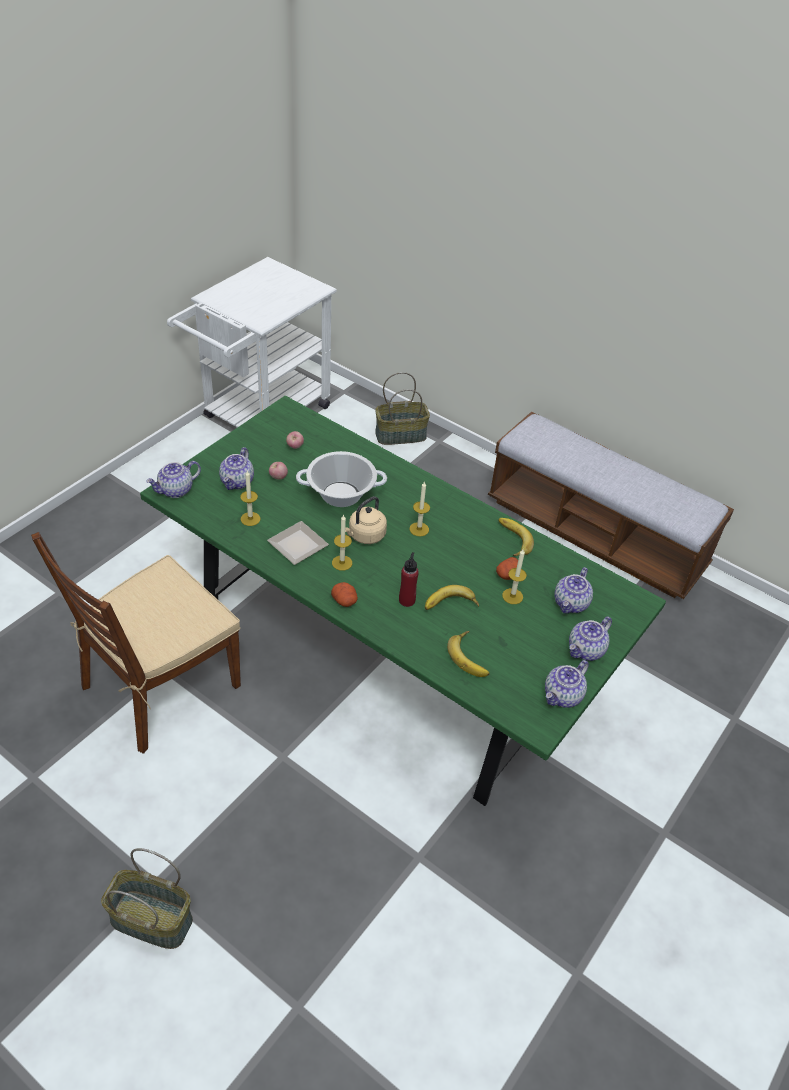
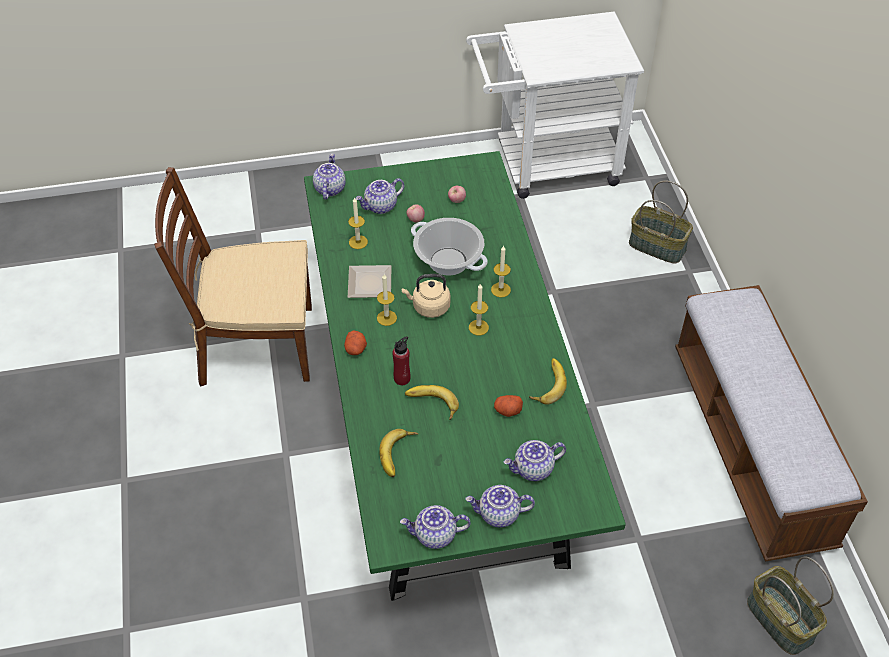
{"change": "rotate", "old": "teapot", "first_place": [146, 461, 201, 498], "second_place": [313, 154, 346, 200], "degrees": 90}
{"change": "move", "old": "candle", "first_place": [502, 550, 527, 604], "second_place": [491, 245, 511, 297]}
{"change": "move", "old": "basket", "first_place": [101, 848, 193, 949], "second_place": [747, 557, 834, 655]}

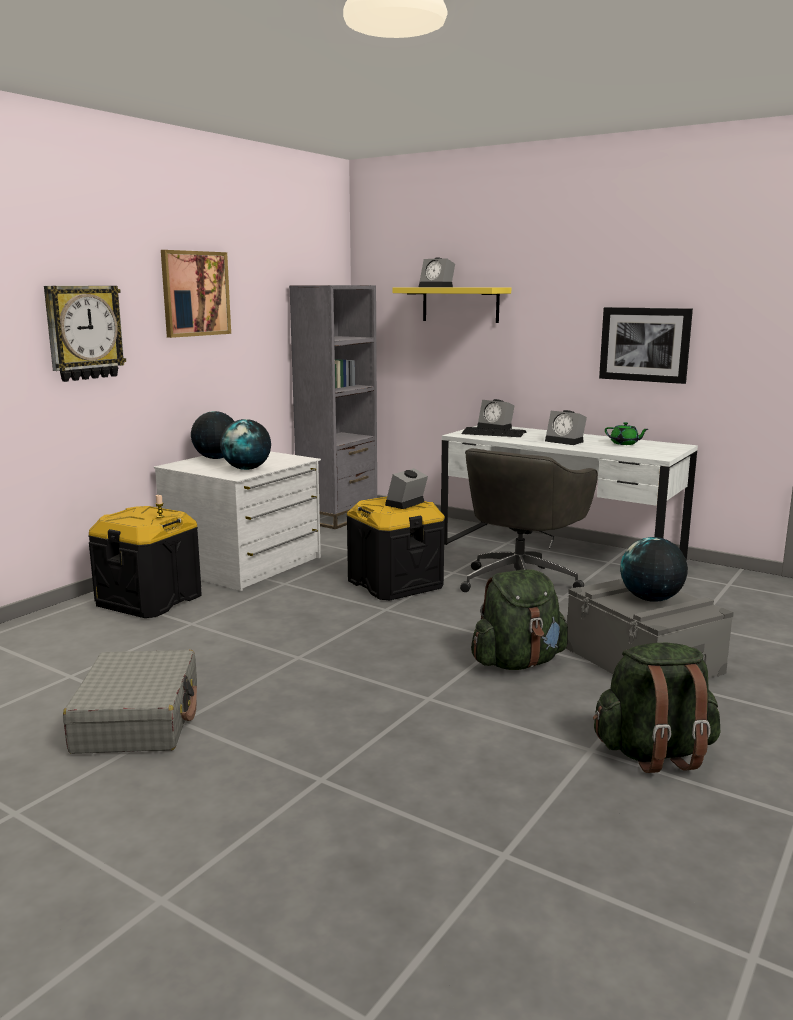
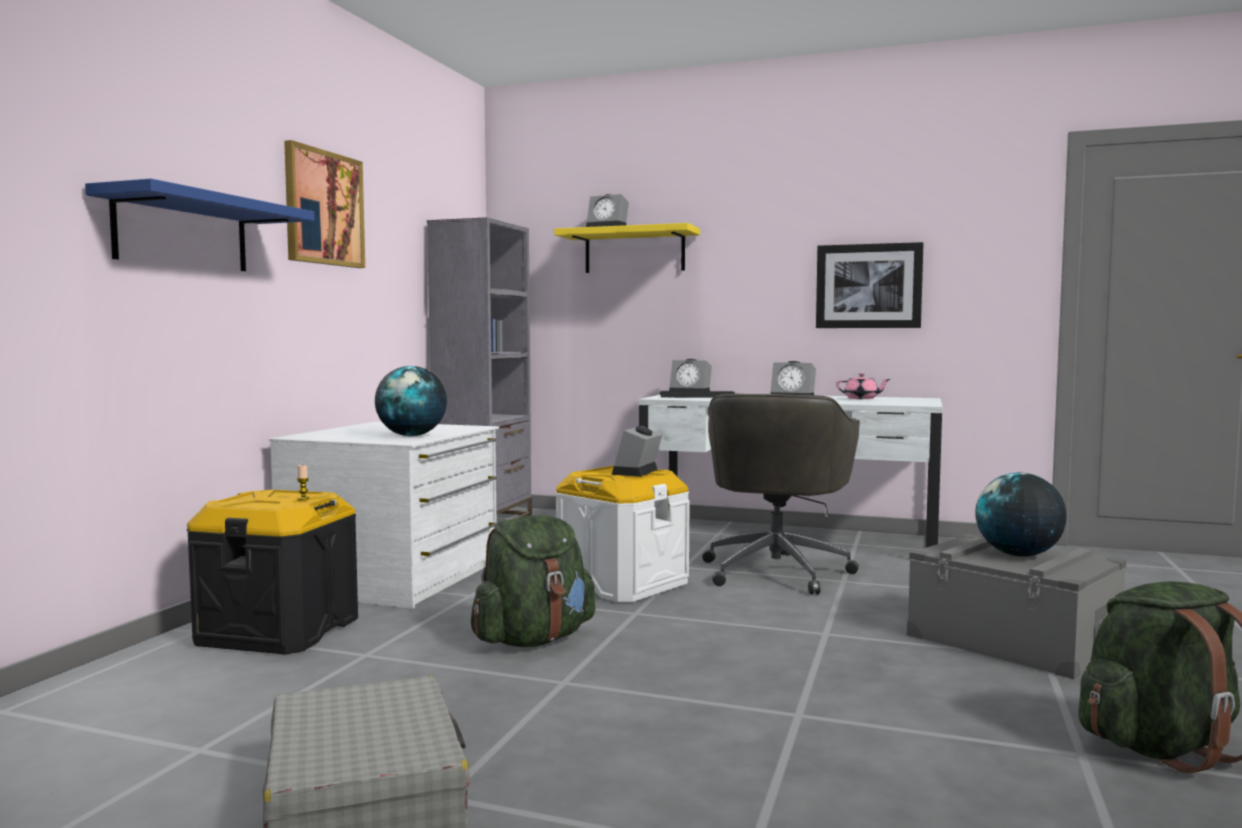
{"change": "replace", "old": "wall_clock", "new": "blue_shelf", "first_place": [44, 286, 126, 382], "second_place": [85, 179, 315, 271]}
{"change": "delete", "old": "globe", "first_place": [191, 411, 235, 459]}
{"change": "recolor", "old": "green_teapot", "new": "pink_teapot", "first_place": [605, 422, 648, 445], "second_place": [836, 373, 890, 399]}
{"change": "recolor", "old": "black_storage_box", "new": "white_storage_box", "first_place": [347, 496, 445, 600], "second_place": [556, 466, 690, 603]}
{"change": "move", "old": "green_backpack", "first_place": [471, 569, 568, 670], "second_place": [471, 515, 595, 647]}

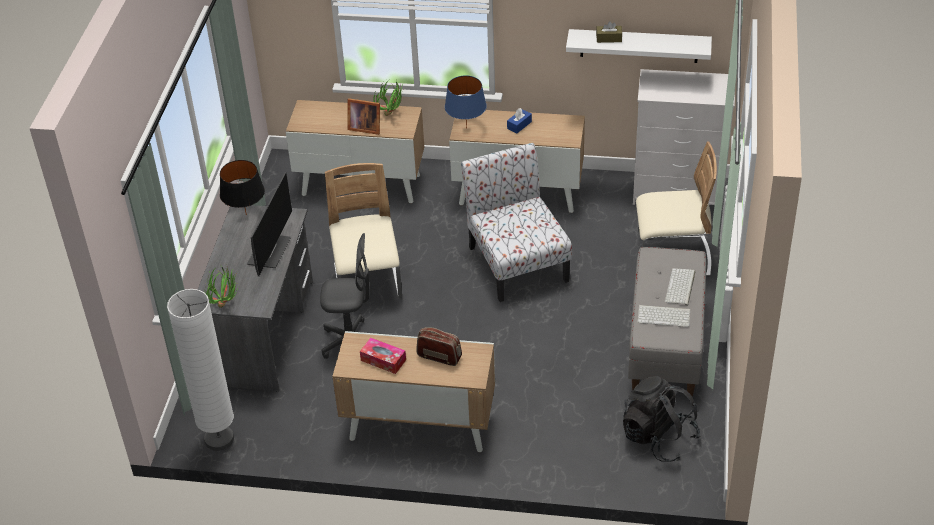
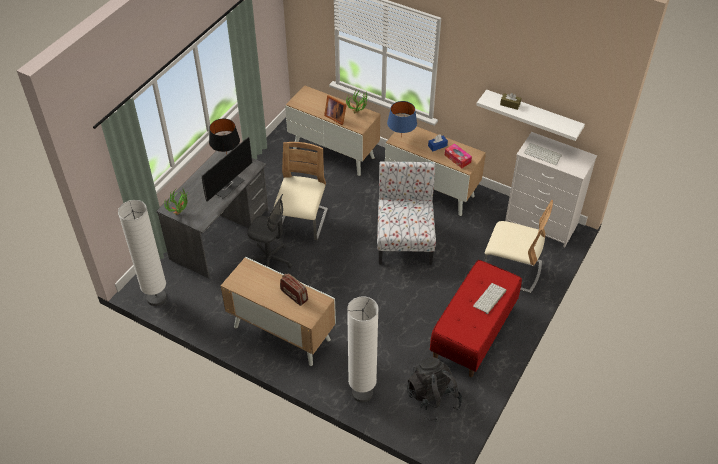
{"change": "recolor", "old": "grey_bench", "new": "red_bench", "first_place": [628, 247, 707, 396], "second_place": [430, 260, 522, 377]}
{"change": "move", "old": "keyboard", "first_place": [637, 305, 690, 327], "second_place": [524, 143, 562, 165]}
{"change": "move", "old": "tissue_box", "first_place": [360, 338, 406, 374], "second_place": [445, 143, 472, 168]}
{"change": "insert", "new": "white_floor_lamp", "second_place": [347, 296, 379, 402]}

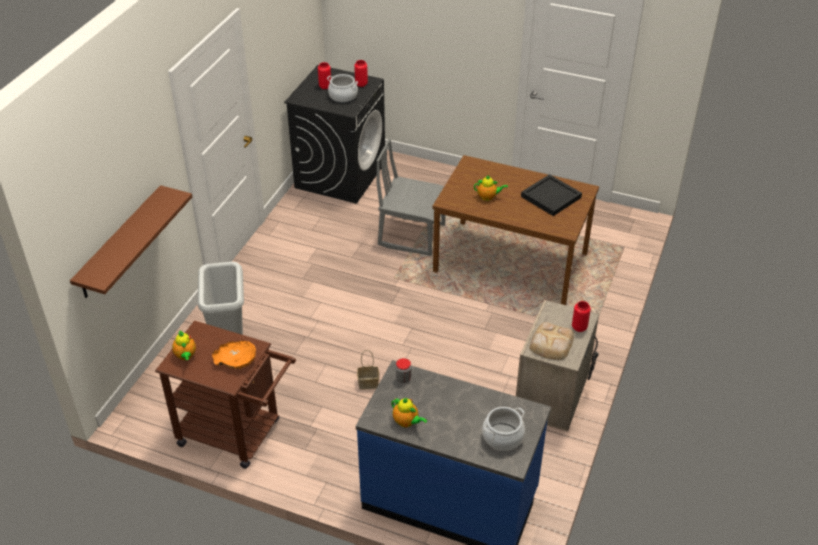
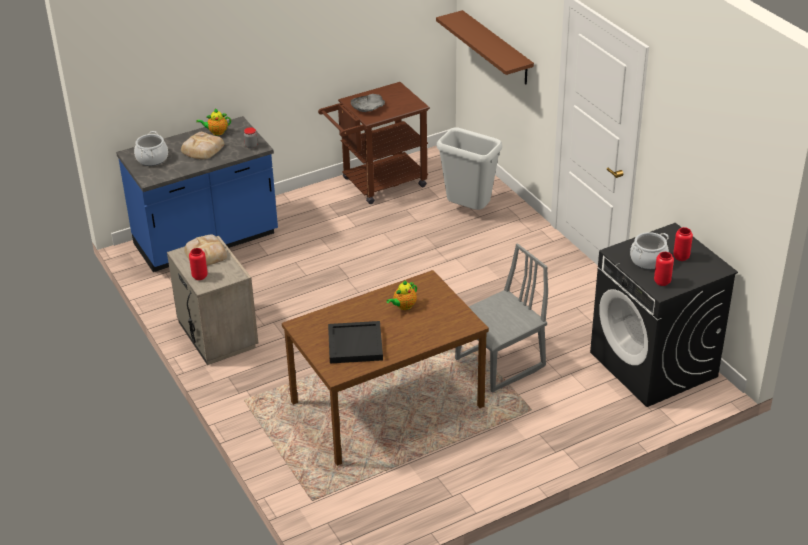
{"change": "delete", "old": "teapot", "first_place": [172, 331, 196, 360]}
{"change": "recolor", "old": "orange_bowl", "new": "grey_bowl", "first_place": [212, 341, 256, 369], "second_place": [351, 94, 385, 112]}
{"change": "delete", "old": "basket", "first_place": [357, 350, 379, 390]}
{"change": "insert", "new": "bread", "second_place": [181, 132, 225, 159]}

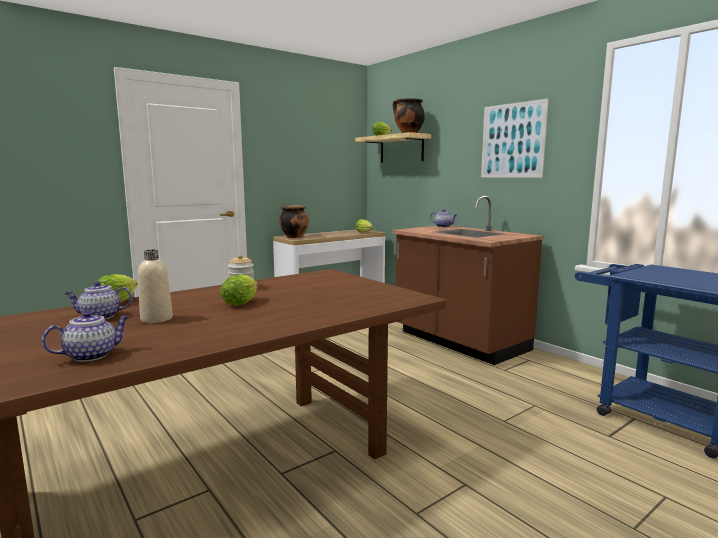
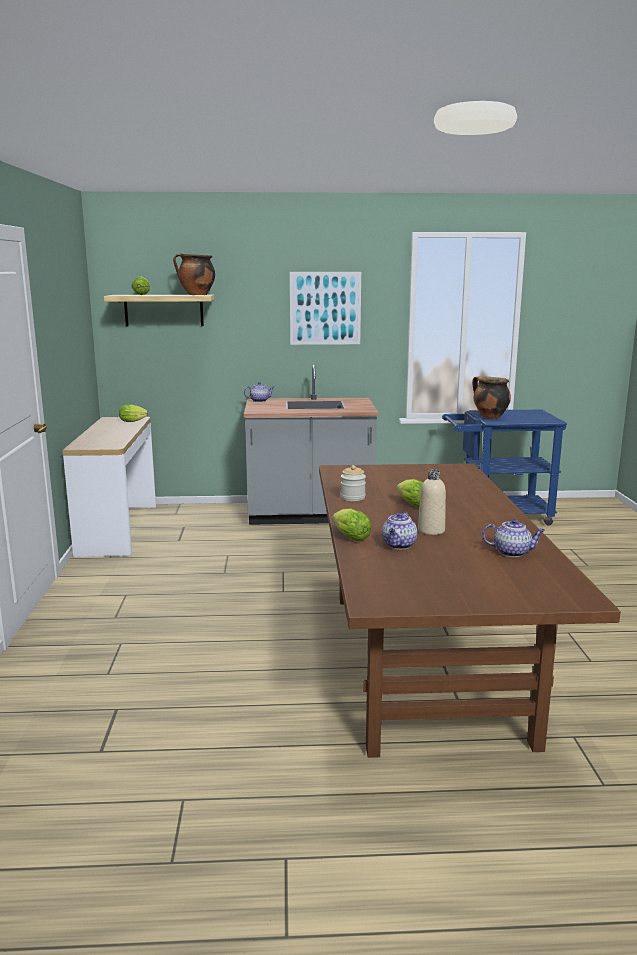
{"change": "recolor", "old": "brown_counter", "new": "grey_counter", "first_place": [392, 195, 544, 365], "second_place": [244, 365, 379, 525]}
{"change": "move", "old": "cooking_pot", "first_place": [279, 205, 309, 238], "second_place": [472, 376, 511, 419]}
{"change": "rotate", "old": "teapot", "first_place": [42, 311, 130, 362], "second_place": [482, 519, 545, 557], "degrees": 105}

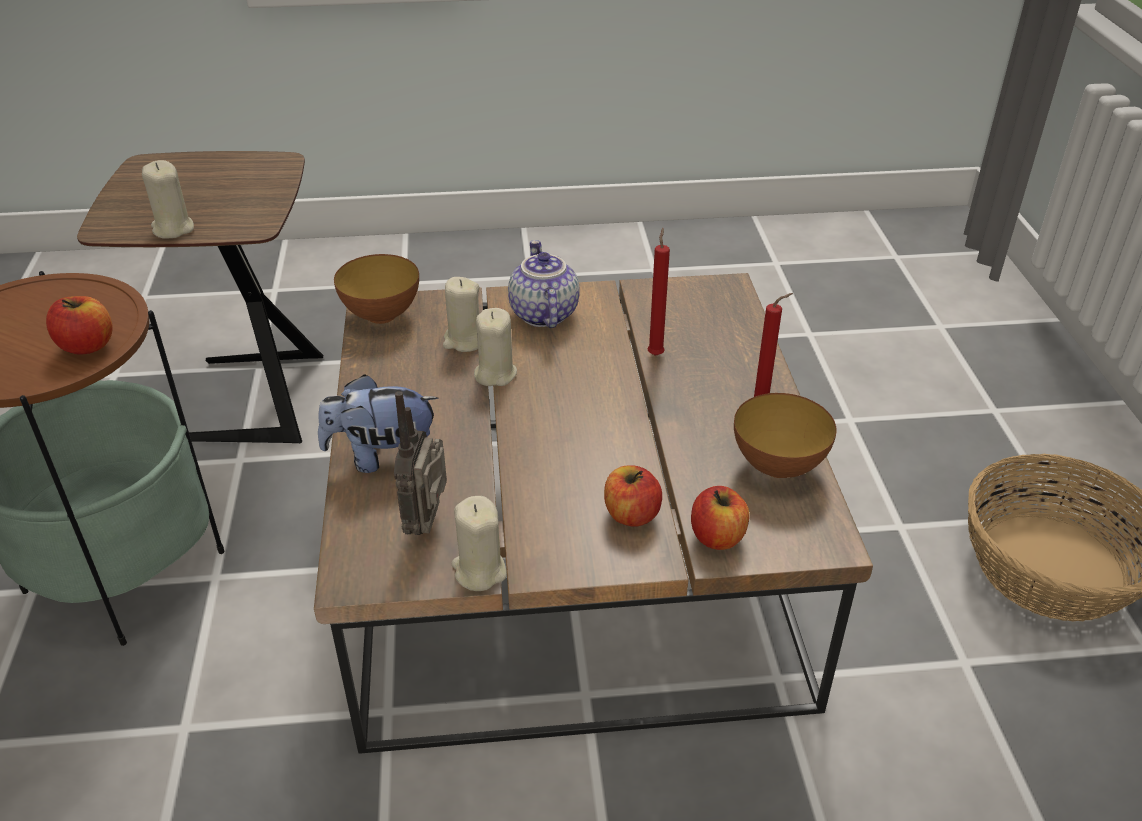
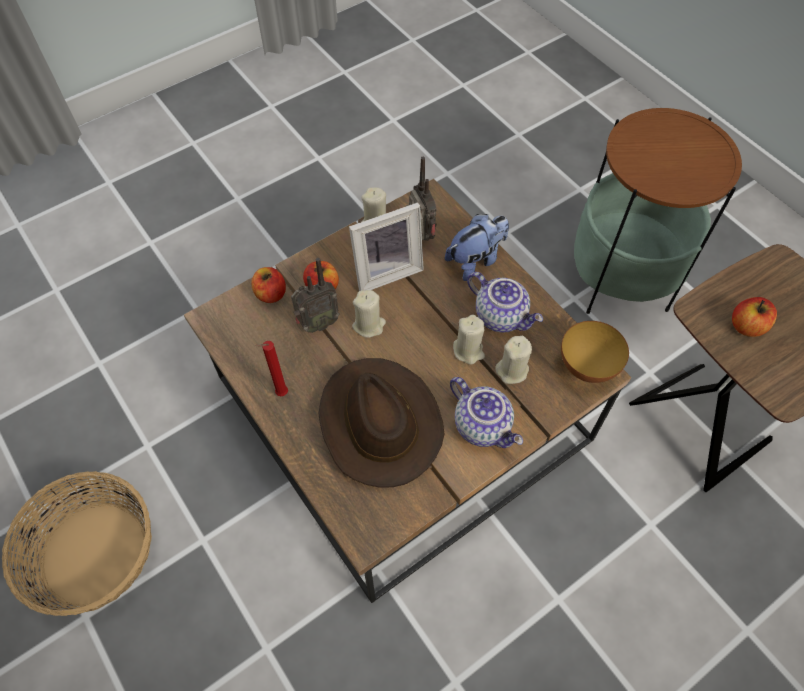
{"change": "move", "old": "beige_candle", "first_place": [142, 160, 194, 238], "second_place": [352, 290, 386, 338]}
{"change": "replace", "old": "red_candle", "new": "brown_hat", "first_place": [648, 228, 670, 356], "second_place": [318, 358, 444, 488]}
{"change": "move", "old": "apple", "first_place": [46, 296, 113, 355], "second_place": [732, 297, 777, 337]}
{"change": "delete", "old": "bowl", "first_place": [734, 393, 836, 478]}
{"change": "insert", "new": "picture_frame", "second_place": [349, 202, 424, 291]}
{"change": "insert", "new": "radio", "second_place": [291, 258, 340, 333]}
{"change": "insert", "new": "teapot", "second_place": [467, 272, 543, 333]}

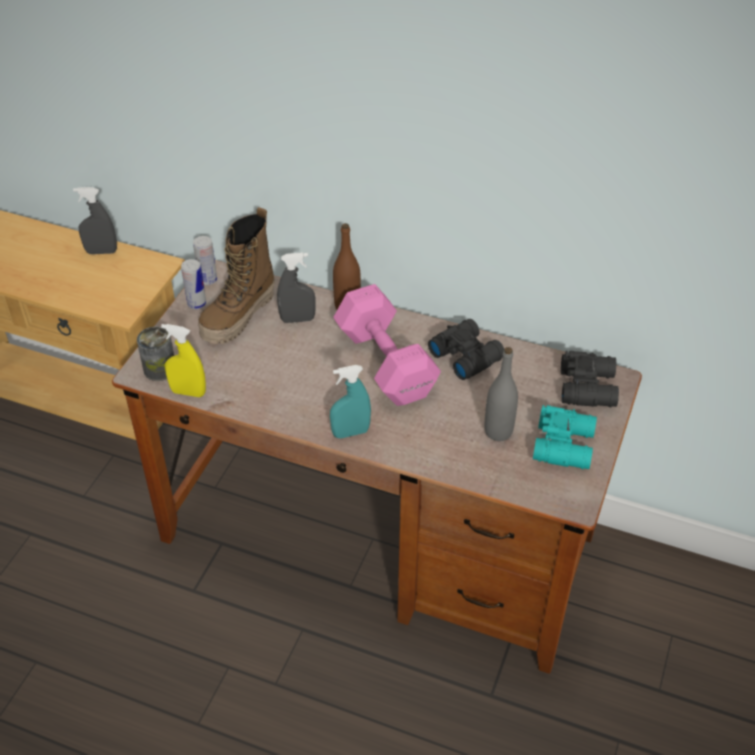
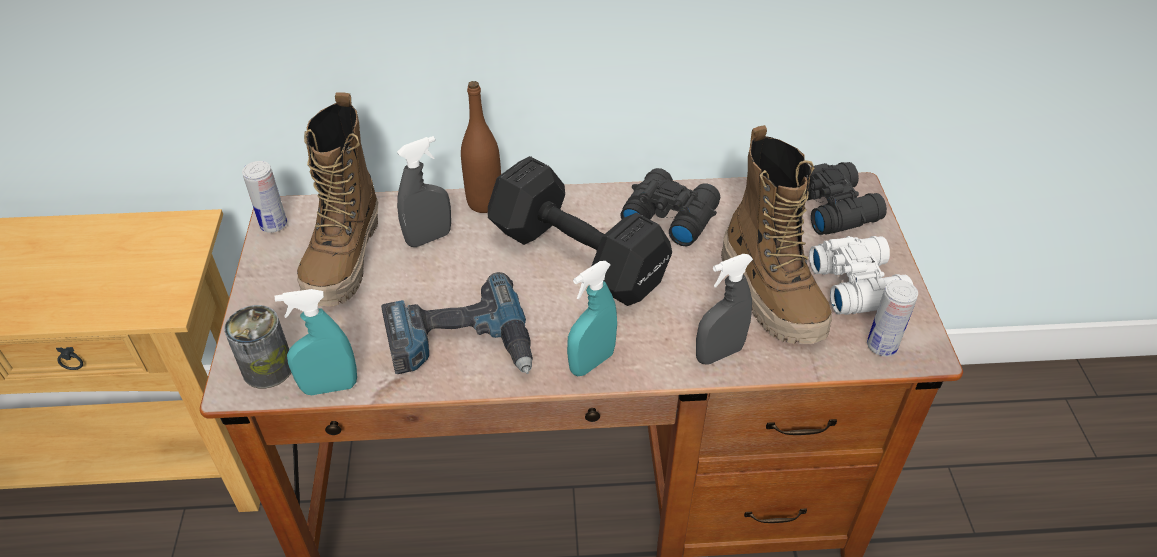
{"change": "move", "old": "grey_spray_bottle", "first_place": [73, 187, 117, 254], "second_place": [696, 254, 753, 364]}
{"change": "move", "old": "can", "first_place": [181, 259, 206, 309], "second_place": [867, 280, 918, 356]}
{"change": "recolor", "old": "pink_dumbbell", "new": "black_dumbbell", "first_place": [333, 284, 441, 406], "second_place": [488, 156, 672, 306]}
{"change": "recolor", "old": "yellow_spray_bottle", "new": "turquoise_spray_bottle", "first_place": [161, 324, 206, 397], "second_place": [275, 289, 357, 395]}
{"change": "replace", "old": "grey_bottle", "new": "boot", "first_place": [485, 347, 518, 441], "second_place": [721, 125, 832, 344]}
{"change": "recolor", "old": "turquoise_binoculars", "new": "white_binoculars", "first_place": [533, 405, 597, 469], "second_place": [809, 236, 913, 315]}
{"change": "insert", "new": "power_drill", "second_place": [381, 272, 533, 374]}

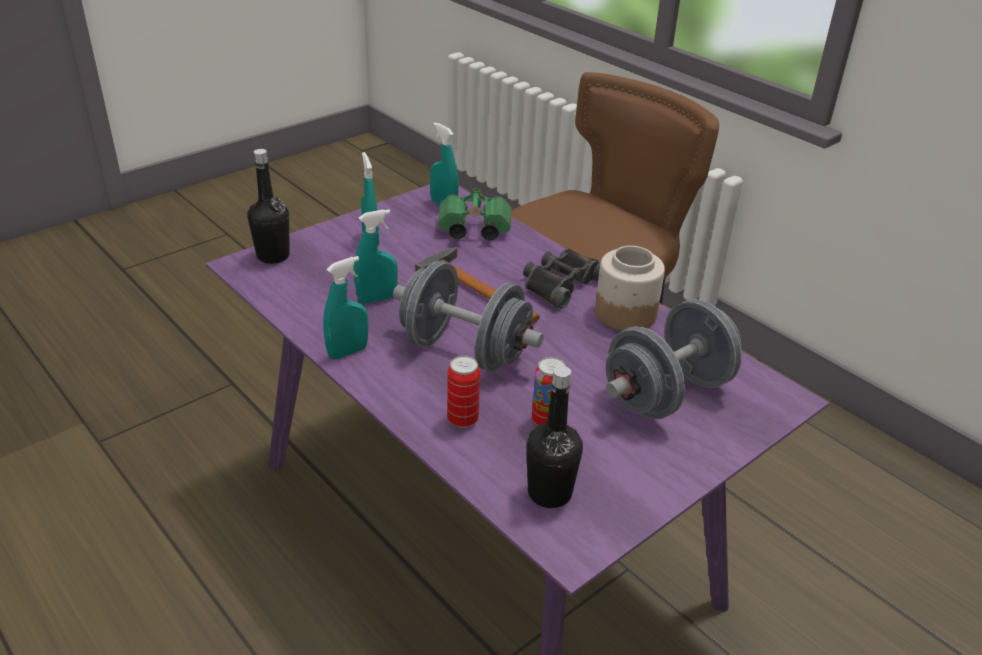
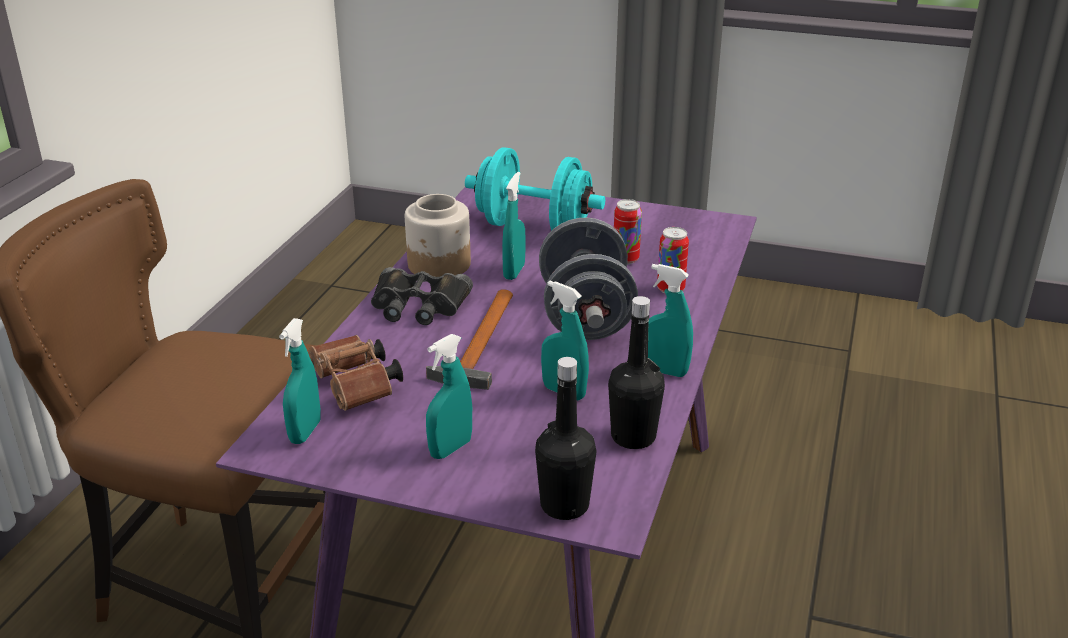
{"change": "recolor", "old": "green_binoculars", "new": "brown_binoculars", "first_place": [438, 189, 512, 240], "second_place": [308, 335, 403, 411]}
{"change": "recolor", "old": "grey_dumbbell", "new": "turquoise_dumbbell", "first_place": [606, 299, 742, 419], "second_place": [465, 147, 605, 231]}
{"change": "move", "old": "black_bottle", "first_place": [526, 366, 583, 508], "second_place": [608, 296, 665, 449]}
{"change": "insert", "new": "turquoise_spray_bottle", "second_place": [502, 172, 526, 280]}

